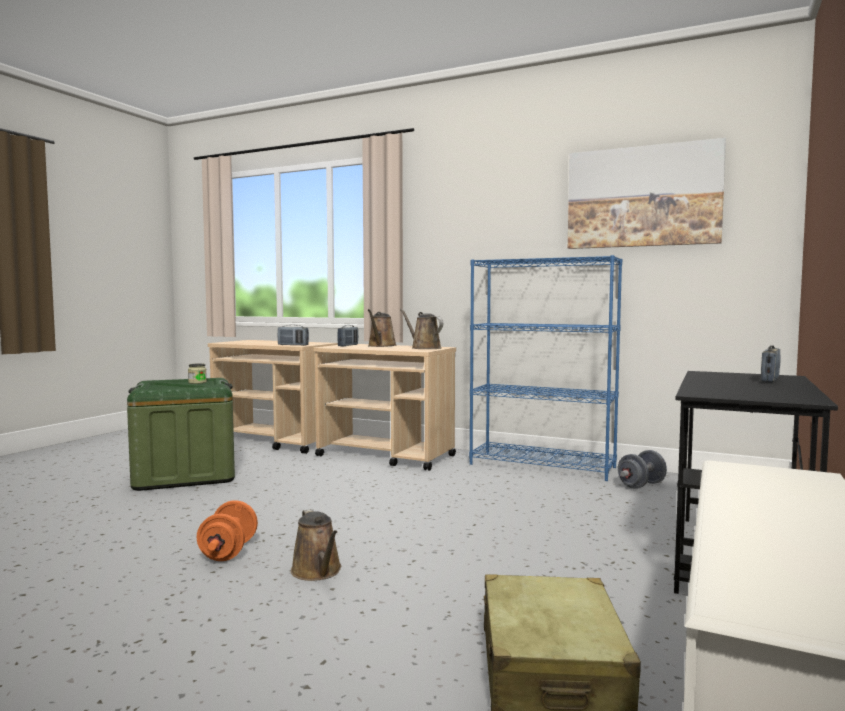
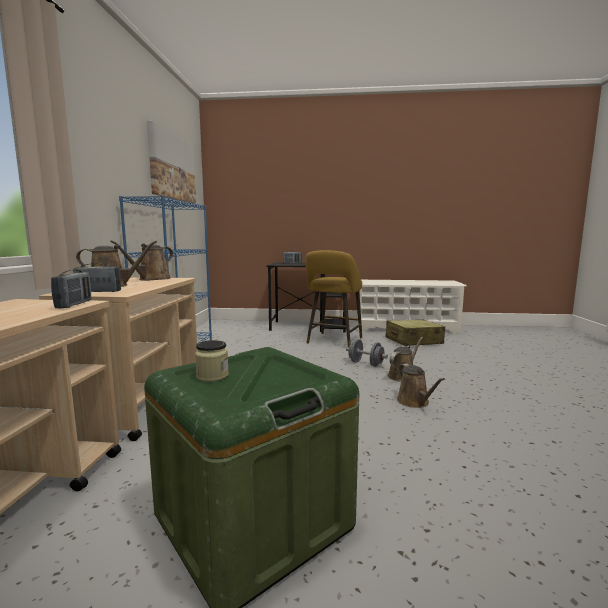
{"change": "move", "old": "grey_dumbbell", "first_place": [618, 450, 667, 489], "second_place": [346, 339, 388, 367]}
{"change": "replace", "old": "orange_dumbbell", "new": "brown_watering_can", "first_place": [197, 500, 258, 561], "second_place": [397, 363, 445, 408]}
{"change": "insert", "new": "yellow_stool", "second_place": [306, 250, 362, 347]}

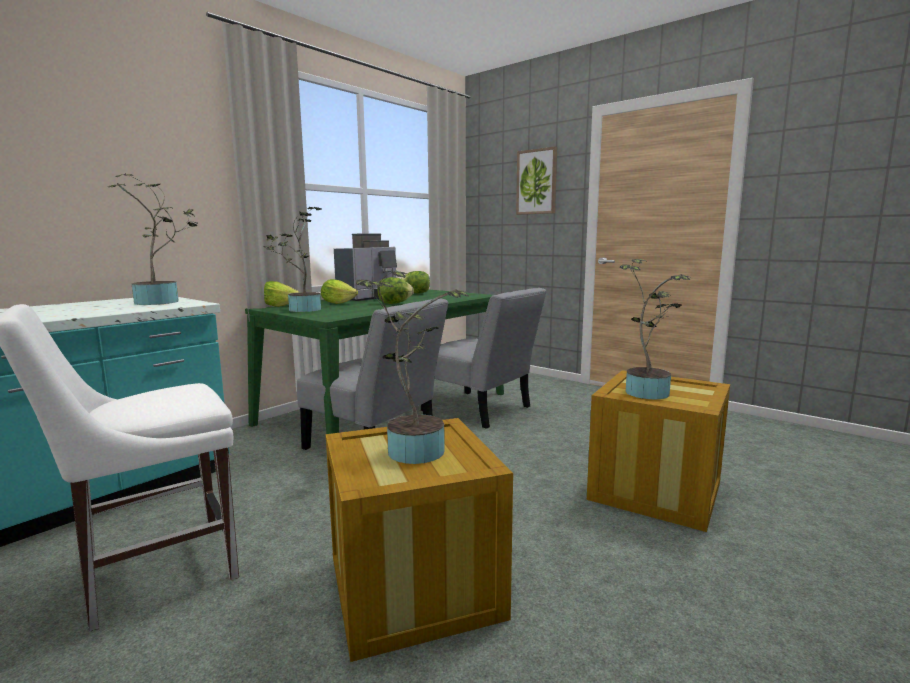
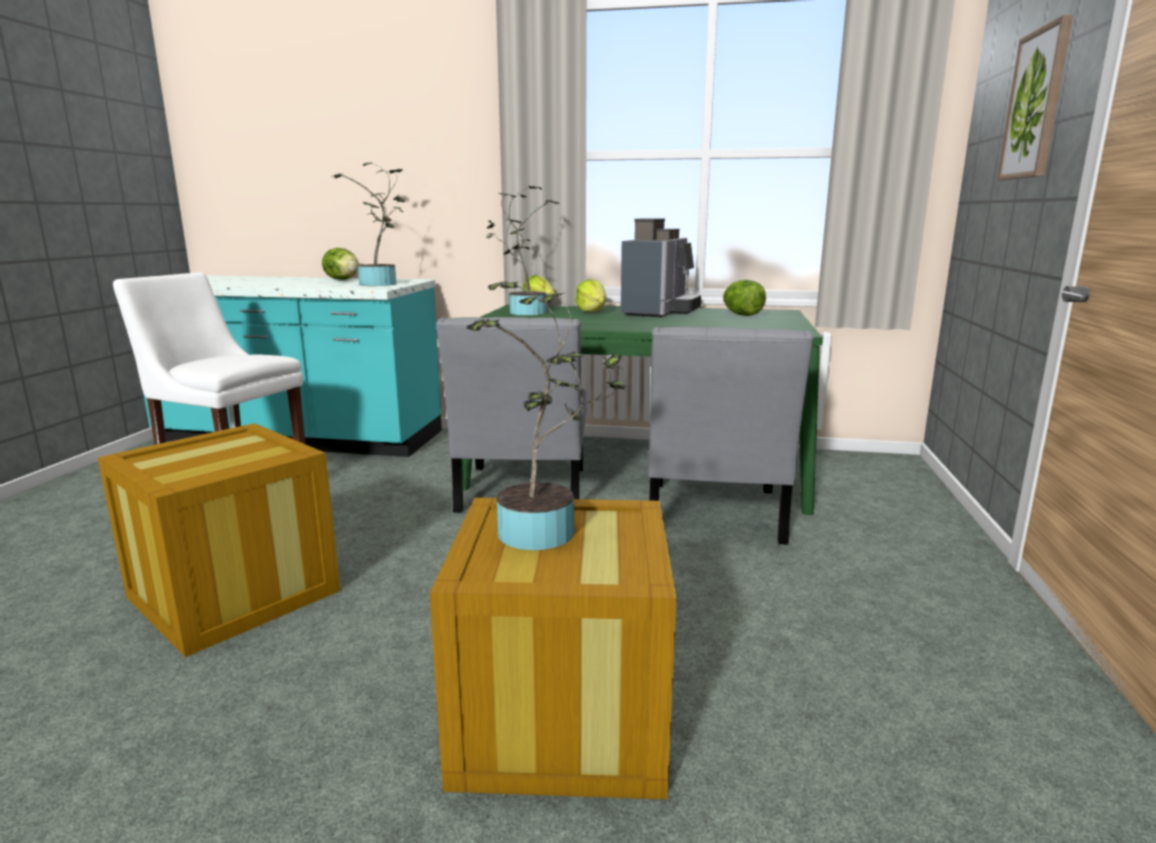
{"change": "rotate", "old": "coffee_machine", "first_place": [334, 234, 397, 301], "second_place": [621, 218, 701, 317], "degrees": -75}
{"change": "delete", "old": "potted_plant", "first_place": [356, 270, 469, 464]}
{"change": "move", "old": "lettuce", "first_place": [377, 277, 414, 304], "second_place": [322, 248, 359, 280]}

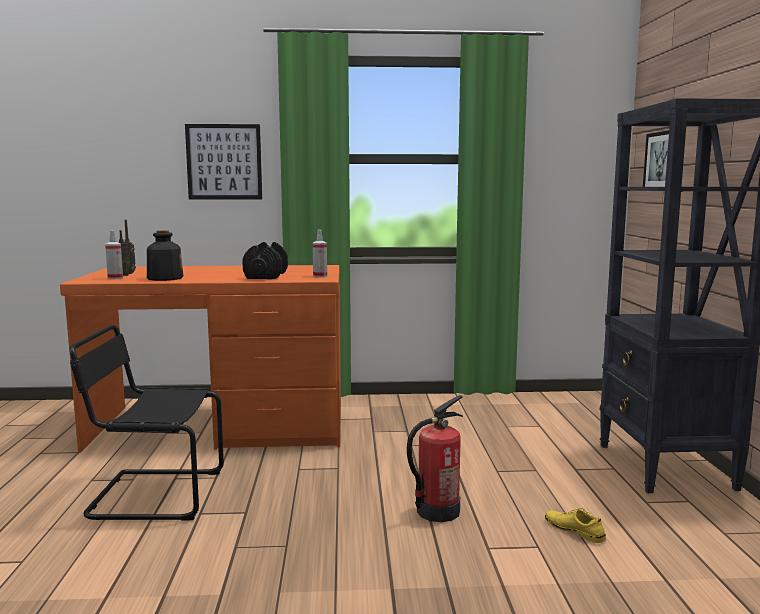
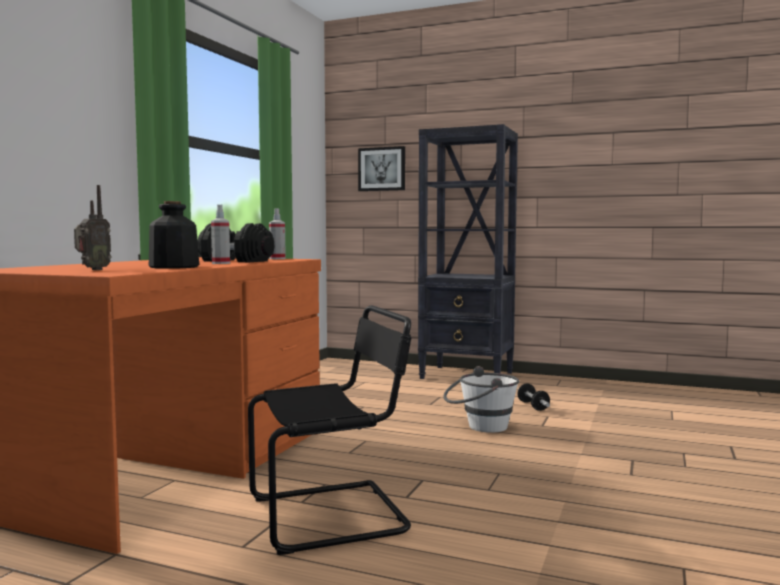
{"change": "delete", "old": "picture", "first_place": [185, 124, 262, 200]}
{"change": "move", "old": "spray_bottle", "first_place": [105, 231, 123, 280], "second_place": [211, 205, 230, 264]}
{"change": "rotate", "old": "black_chair", "first_place": [69, 325, 224, 521], "second_place": [248, 305, 411, 555], "degrees": -135}
{"change": "replace", "old": "fire_extinguisher", "new": "white_bucket", "first_place": [407, 395, 463, 522], "second_place": [444, 366, 519, 433]}
{"change": "replace", "old": "yellow_shoe", "new": "dumbbell", "first_place": [545, 508, 606, 543], "second_place": [517, 383, 550, 411]}

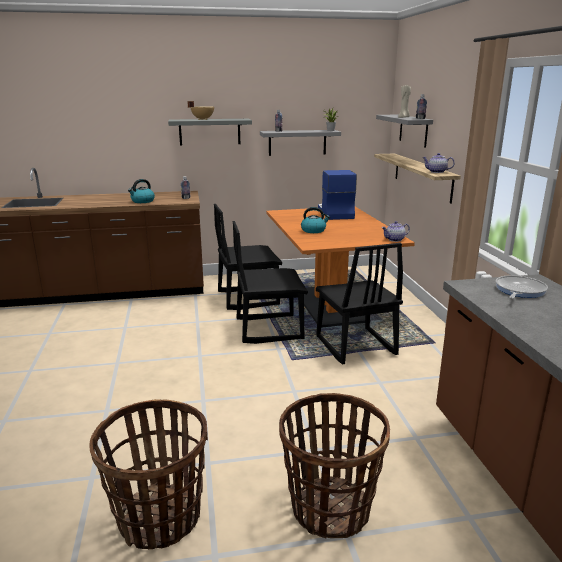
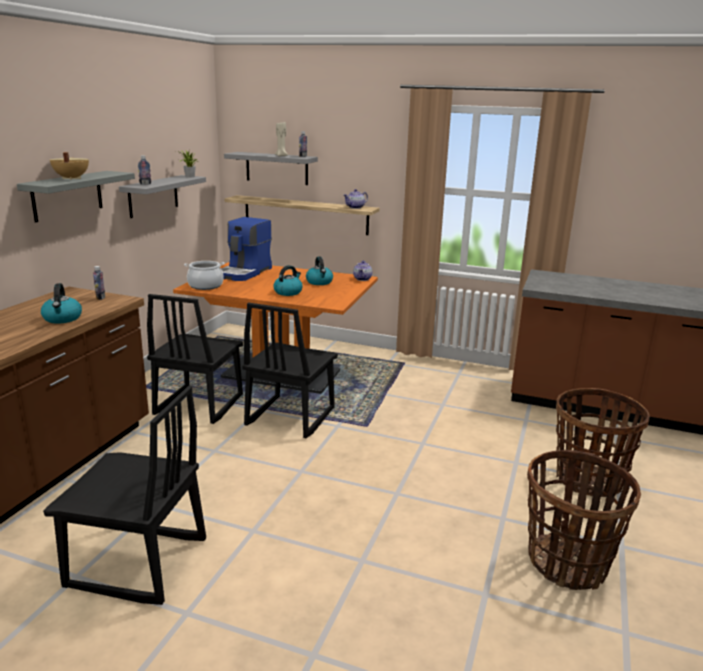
{"change": "rotate", "old": "coffee_machine", "first_place": [318, 170, 357, 220], "second_place": [221, 217, 272, 281], "degrees": -90}
{"change": "move", "old": "black_chair", "first_place": [316, 243, 403, 364], "second_place": [43, 386, 206, 605]}
{"change": "delete", "old": "frying_pan", "first_place": [496, 275, 548, 299]}
{"change": "insert", "new": "kettle", "second_place": [306, 257, 333, 285]}
{"change": "insert", "new": "cooking_pot", "second_place": [184, 261, 225, 290]}

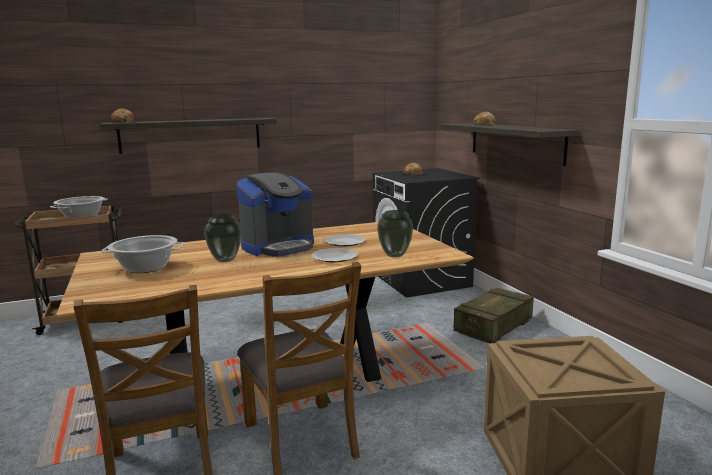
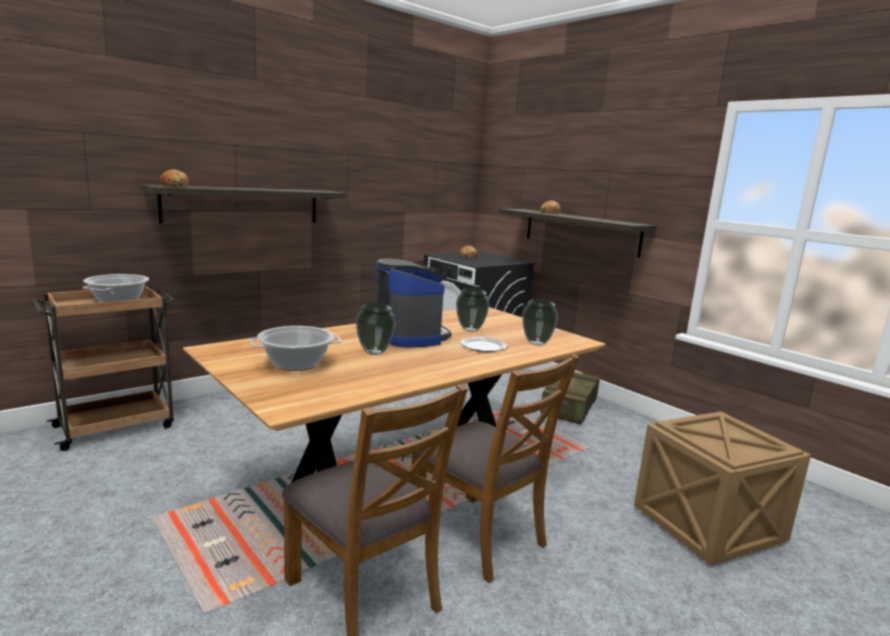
{"change": "rotate", "old": "coffee_machine", "first_place": [237, 172, 314, 257], "second_place": [376, 259, 452, 348], "degrees": -60}
{"change": "replace", "old": "plate", "new": "vase", "first_place": [324, 234, 366, 246], "second_place": [456, 288, 490, 332]}

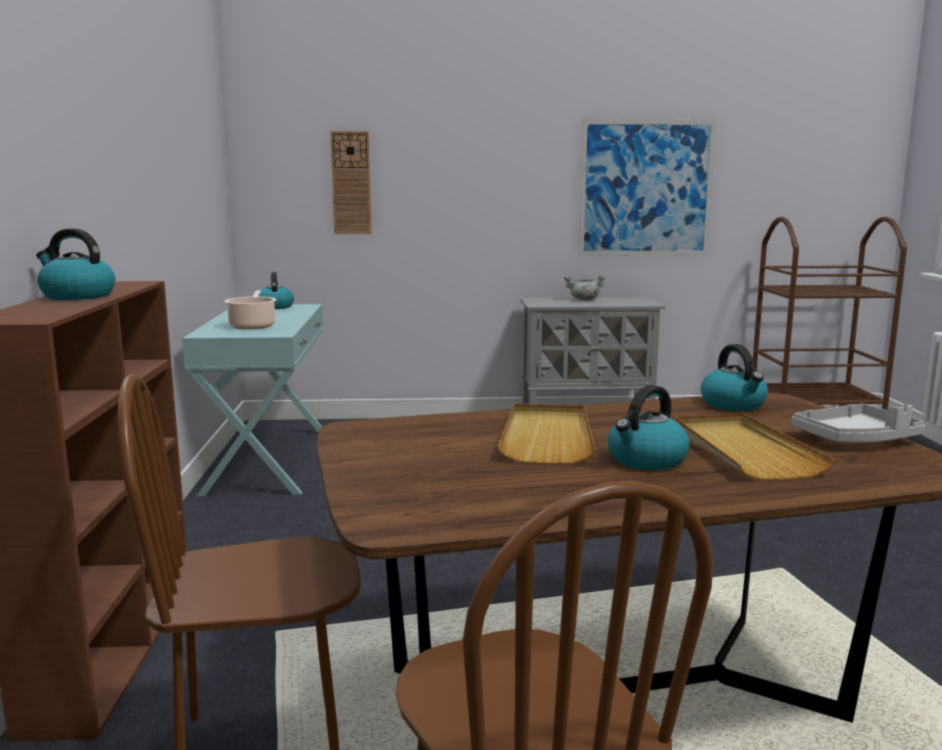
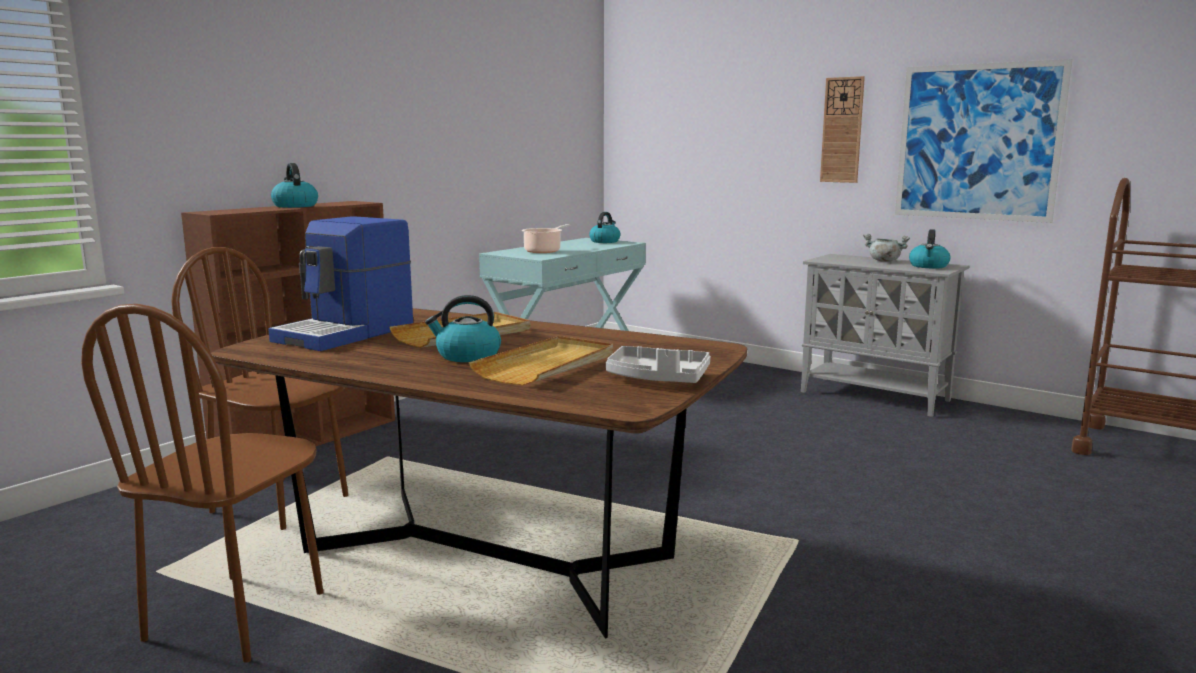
{"change": "move", "old": "wall_clock", "first_place": [330, 131, 372, 234], "second_place": [820, 76, 865, 183]}
{"change": "move", "old": "kettle", "first_place": [701, 344, 768, 411], "second_place": [909, 229, 950, 268]}
{"change": "insert", "new": "coffee_machine", "second_place": [268, 216, 413, 351]}

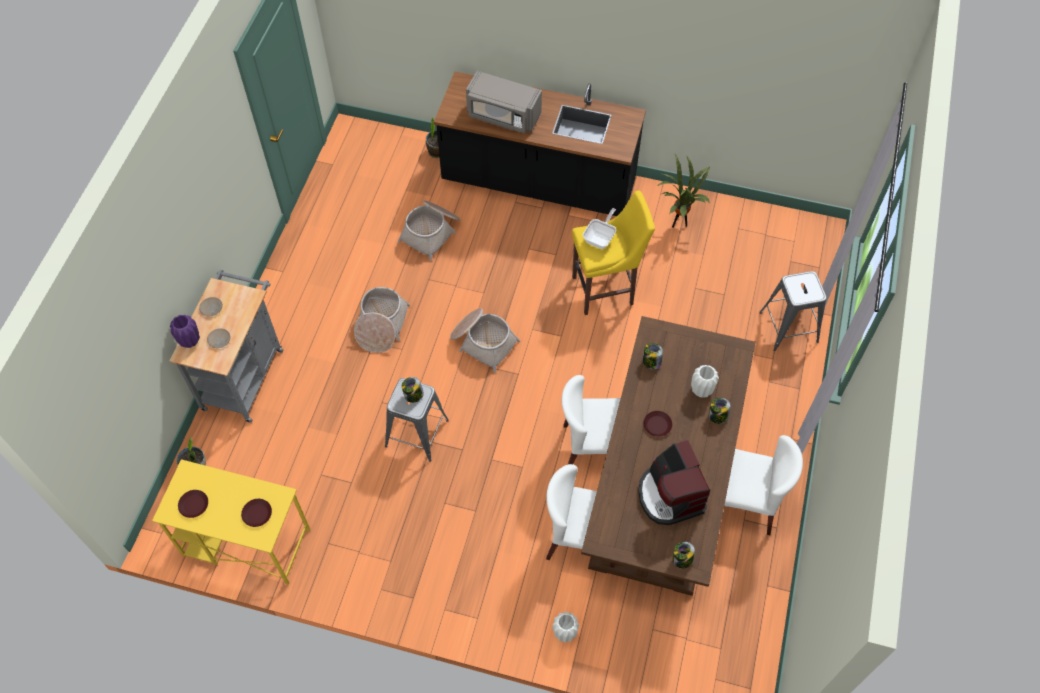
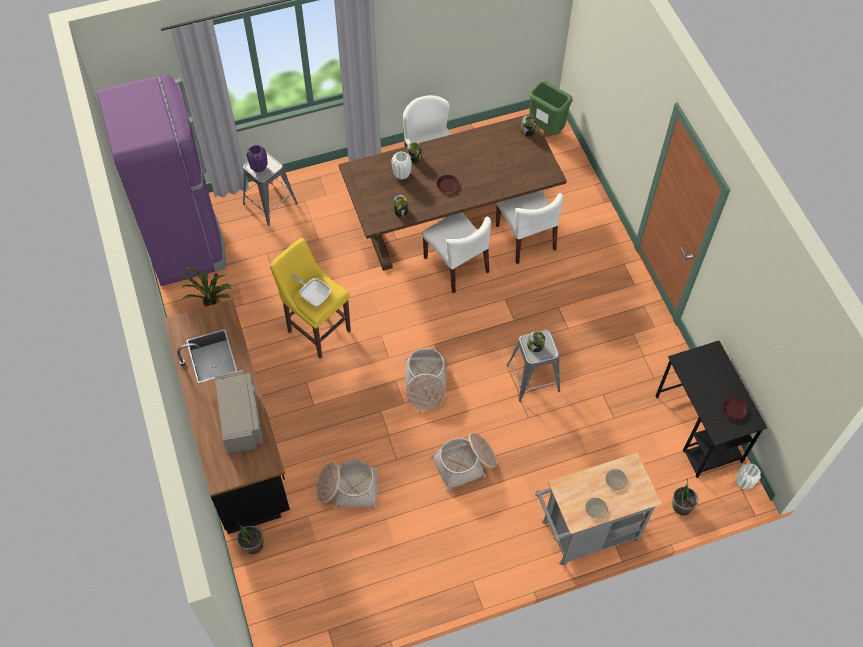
{"change": "rotate", "old": "frying_pan", "first_place": [583, 208, 616, 249], "second_place": [291, 274, 331, 306], "degrees": 45}
{"change": "move", "old": "purple_vase", "first_place": [170, 315, 200, 348], "second_place": [246, 145, 267, 173]}
{"change": "delete", "old": "coffee_machine", "first_place": [638, 440, 710, 525]}
{"change": "recolor", "old": "yellow_desk", "new": "black_desk", "first_place": [152, 459, 311, 585], "second_place": [656, 341, 767, 478]}
{"change": "delete", "old": "brown_plate", "first_place": [241, 499, 272, 527]}
{"change": "move", "old": "white_vase", "first_place": [553, 611, 579, 643], "second_place": [736, 463, 761, 490]}
{"change": "insert", "new": "purple_fridge", "second_place": [97, 75, 226, 286]}
{"change": "insert", "new": "green_trash_can", "second_place": [529, 81, 573, 135]}

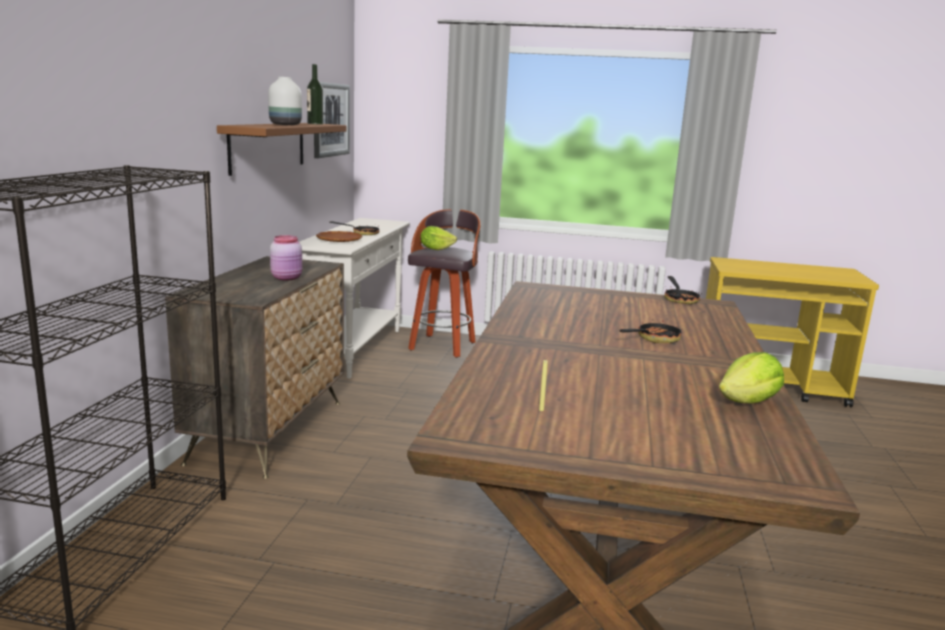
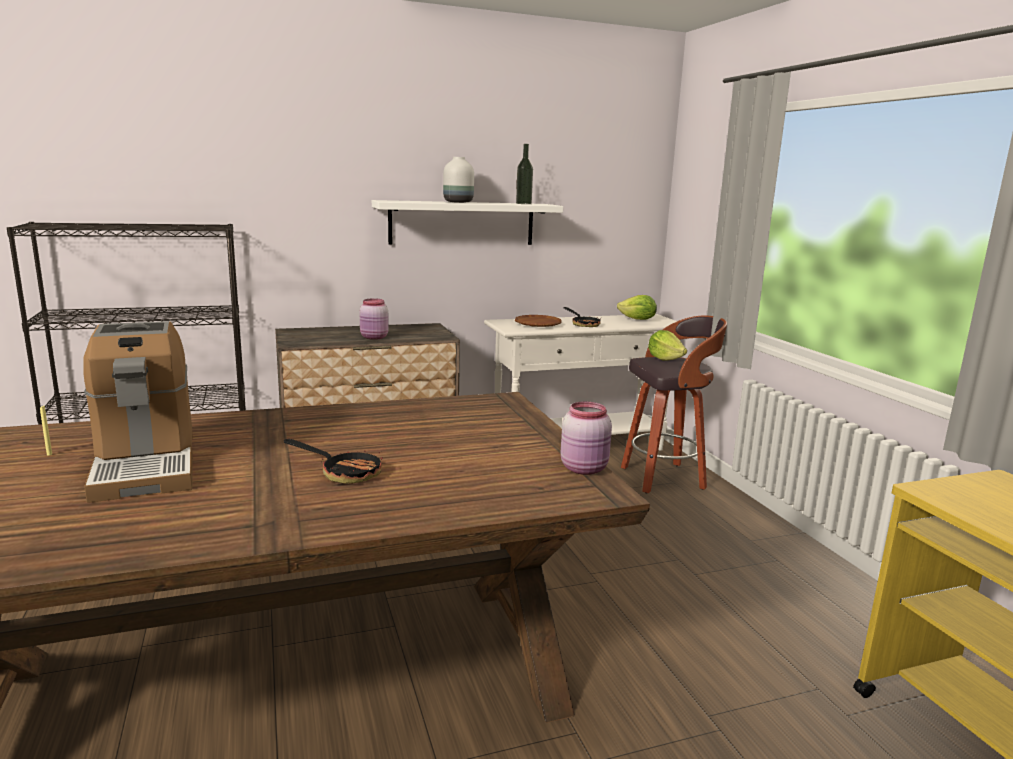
{"change": "delete", "old": "picture", "first_place": [314, 82, 350, 158]}
{"change": "recolor", "old": "brown_shelf", "new": "white_shelf", "first_place": [217, 123, 347, 176], "second_place": [372, 200, 563, 245]}
{"change": "replace", "old": "frying_pan", "new": "pink_jar", "first_place": [664, 276, 700, 304], "second_place": [561, 402, 612, 475]}
{"change": "move", "old": "lettuce", "first_place": [719, 352, 784, 403], "second_place": [617, 295, 657, 320]}
{"change": "insert", "new": "coffee_machine", "second_place": [83, 321, 193, 503]}

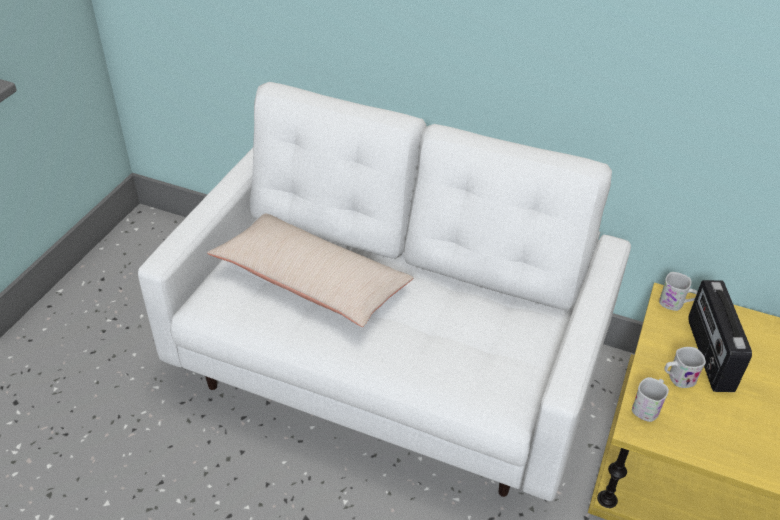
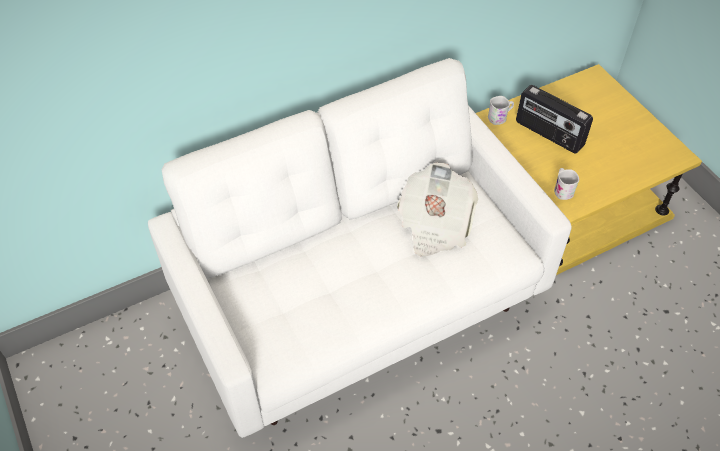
{"change": "delete", "old": "beige_pillow", "first_place": [207, 214, 413, 327]}
{"change": "delete", "old": "white_mug", "first_place": [664, 347, 706, 388]}
{"change": "insert", "new": "newspaper", "second_place": [397, 163, 478, 256]}

